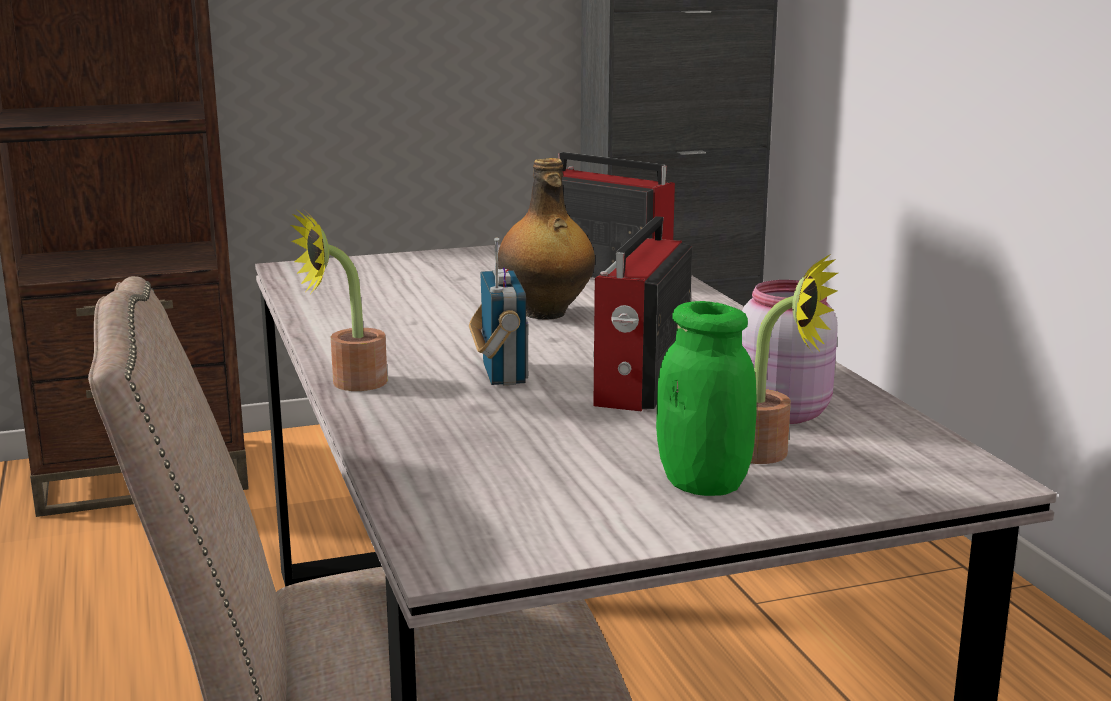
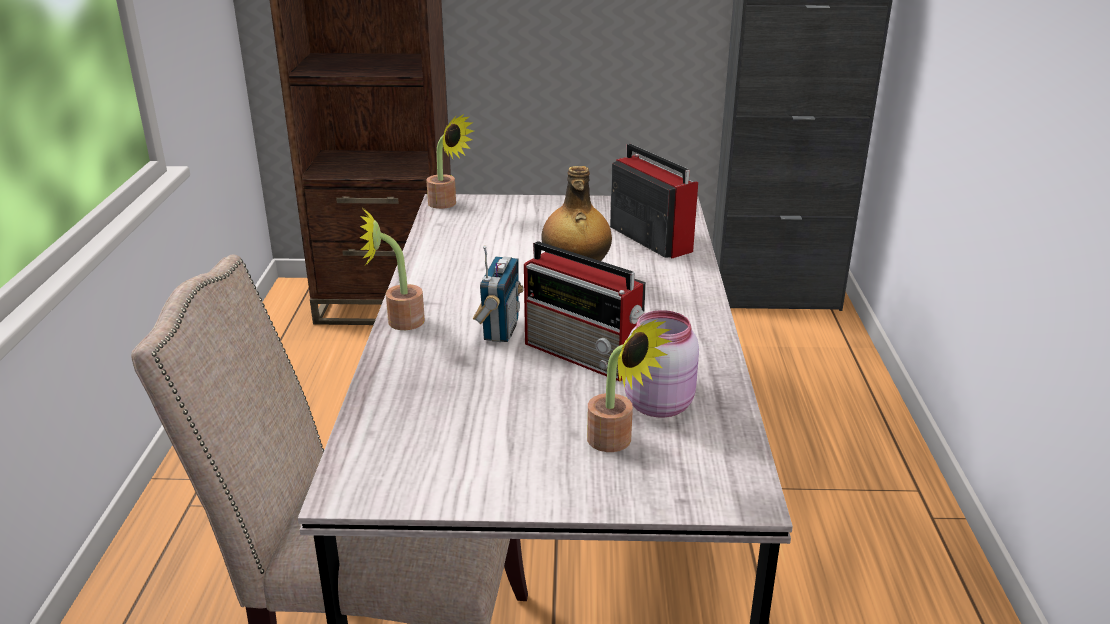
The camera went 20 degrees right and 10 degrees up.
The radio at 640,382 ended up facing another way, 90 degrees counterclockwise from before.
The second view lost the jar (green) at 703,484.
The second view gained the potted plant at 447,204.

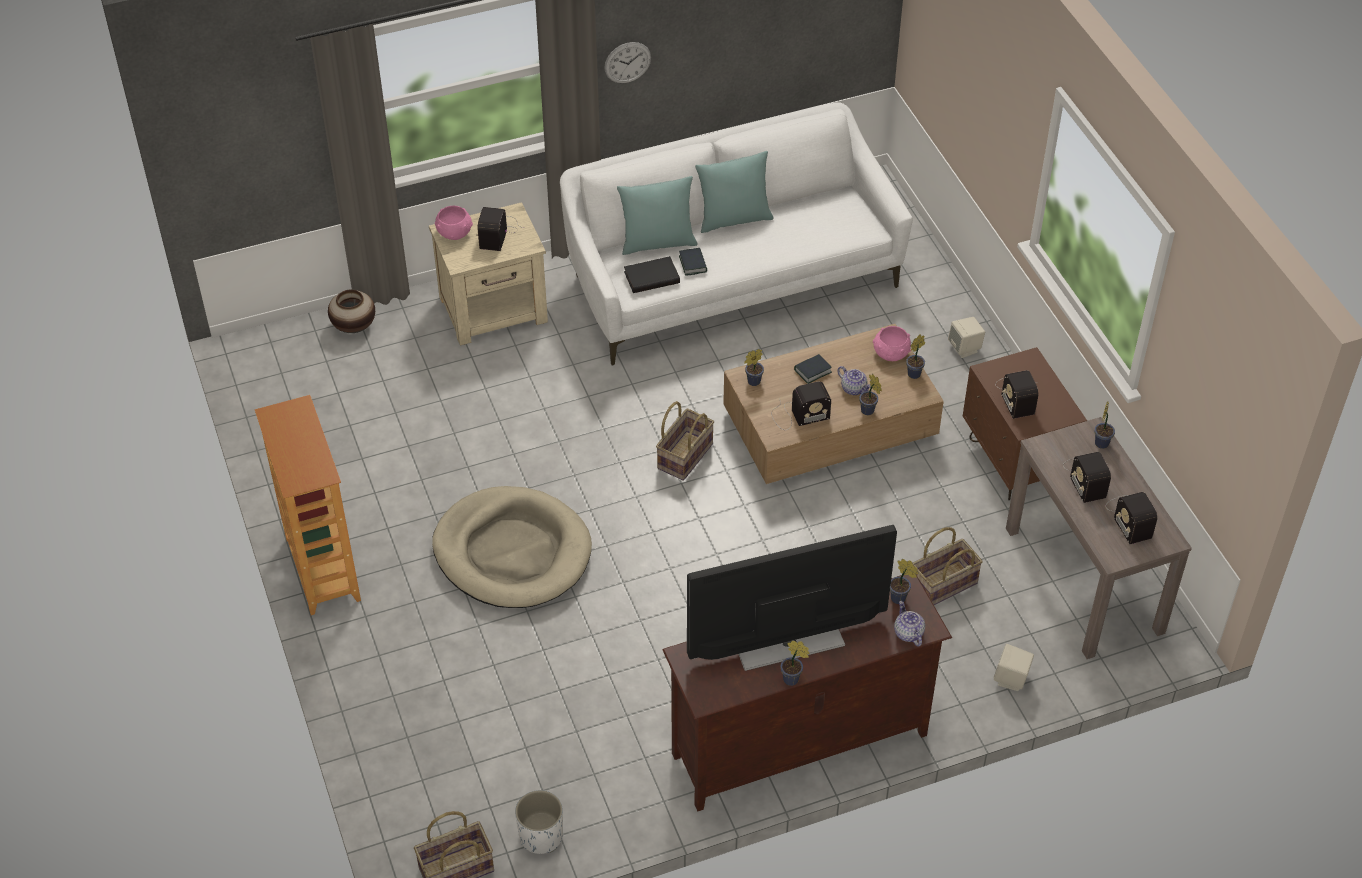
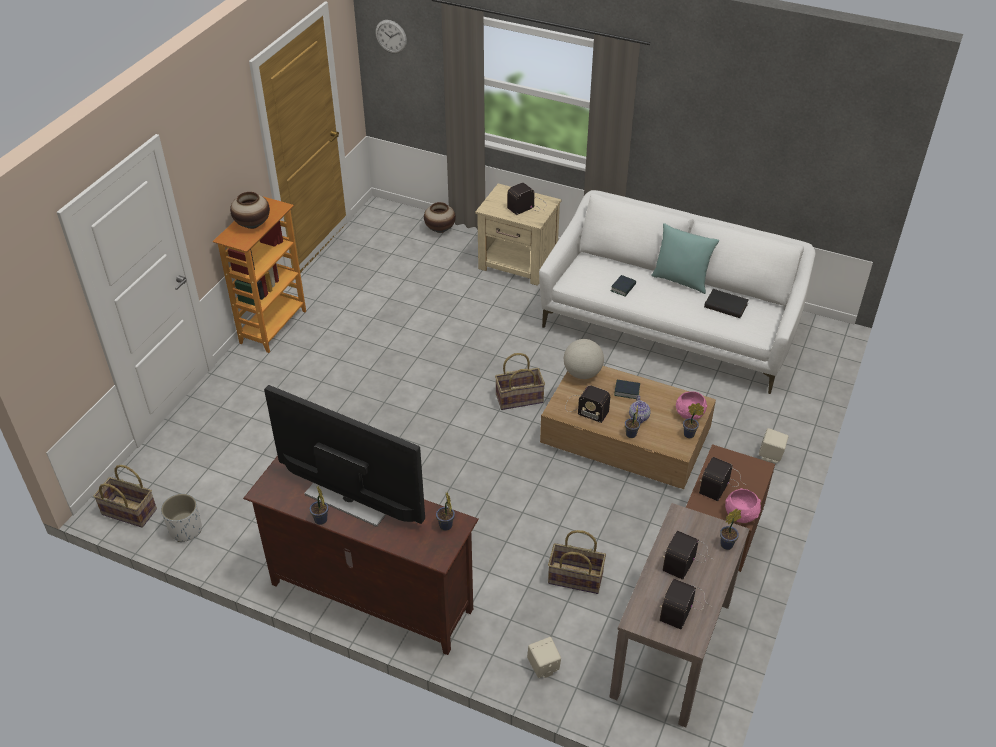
The camera went 45 degrees right and 5 degrees down.
The wall clock ended up elsewhere, having gone from 627,62 to 391,36.
The second view lost the pillow (turquoise) at 657,243.
The bowl (pink) ended up elsewhere, having gone from 454,232 to 741,514.
The book (black) ended up elsewhere, having gone from 651,276 to 726,305.
Where the potted plant stood at 752,382, the globe came to stand at 582,373.
The second view lost the dog bed (beige) at 512,552.
The second view lost the teapot at 908,633.
The second view gained the vase at 253,224.

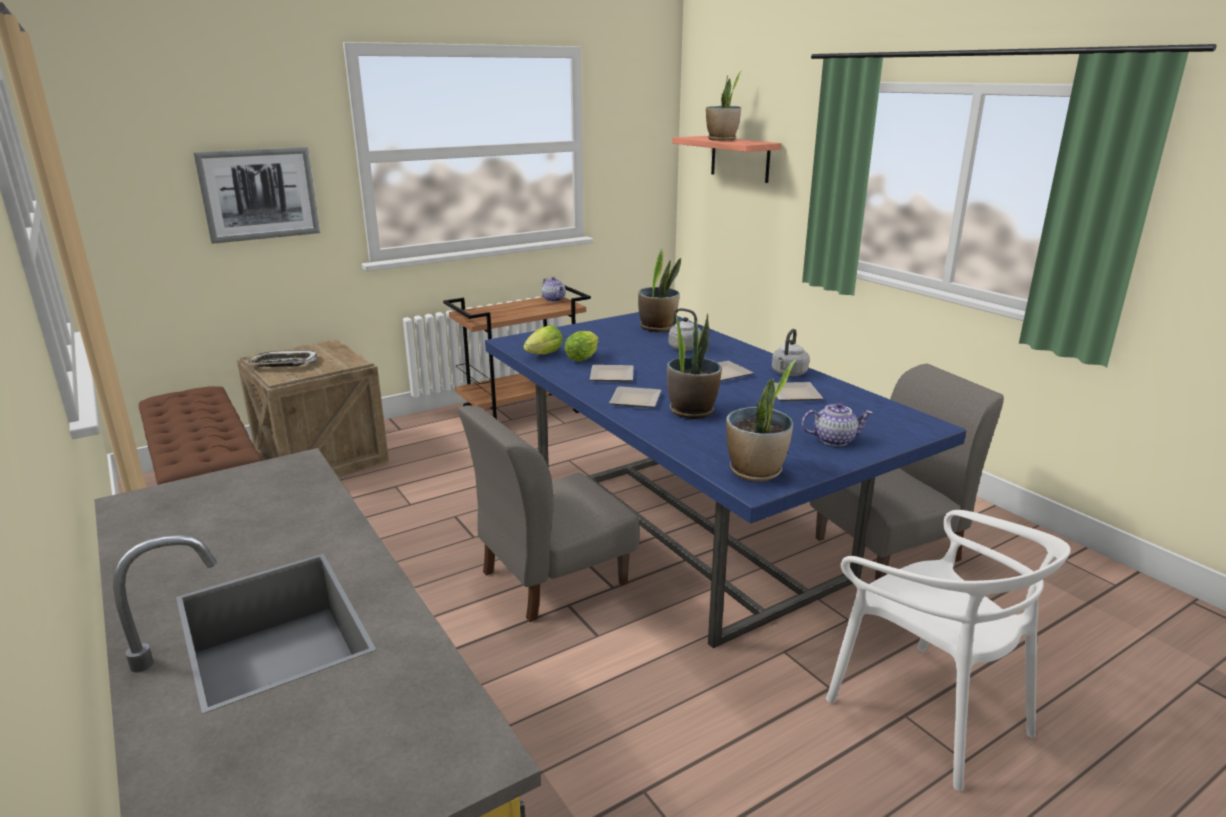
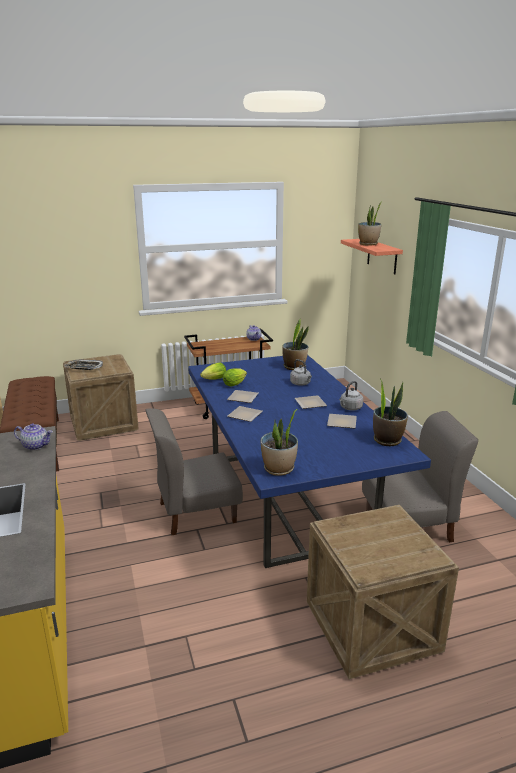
The camera went 15 degrees right and 0 degrees up.
The second view lost the picture at 259,194.
The potted plant ended up elsewhere, having gone from 691,411 to 387,440.
The teapot ended up elsewhere, having gone from 834,440 to 36,446.
Where the chair (white) stood at 929,712, the crate came to stand at 371,628.

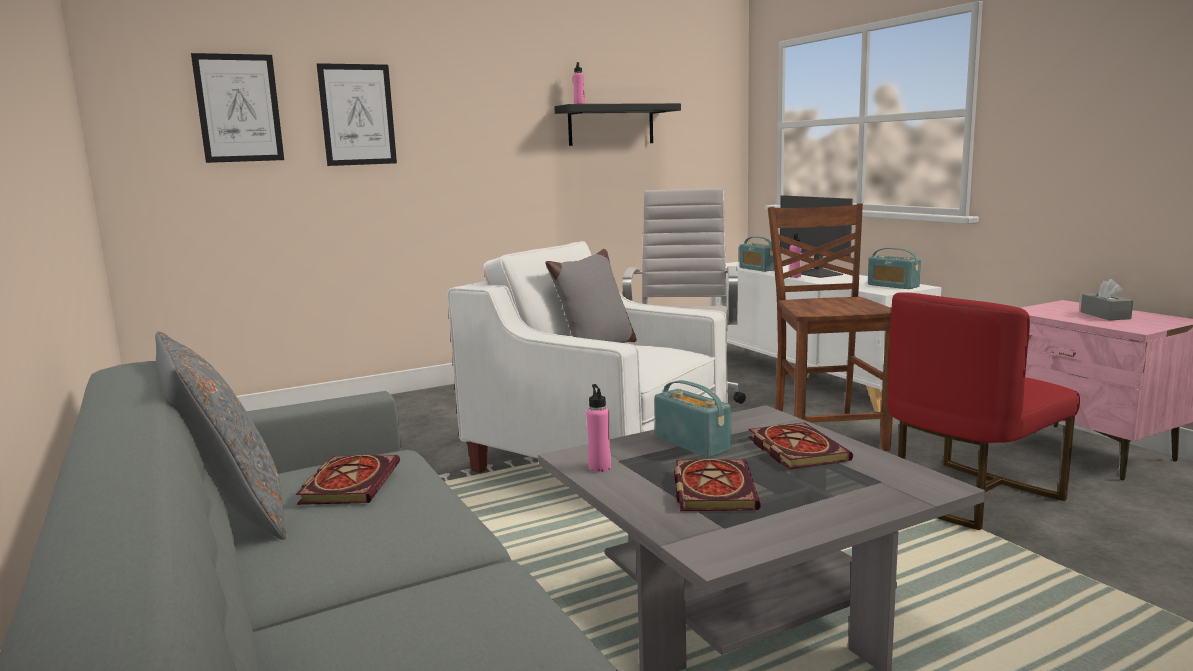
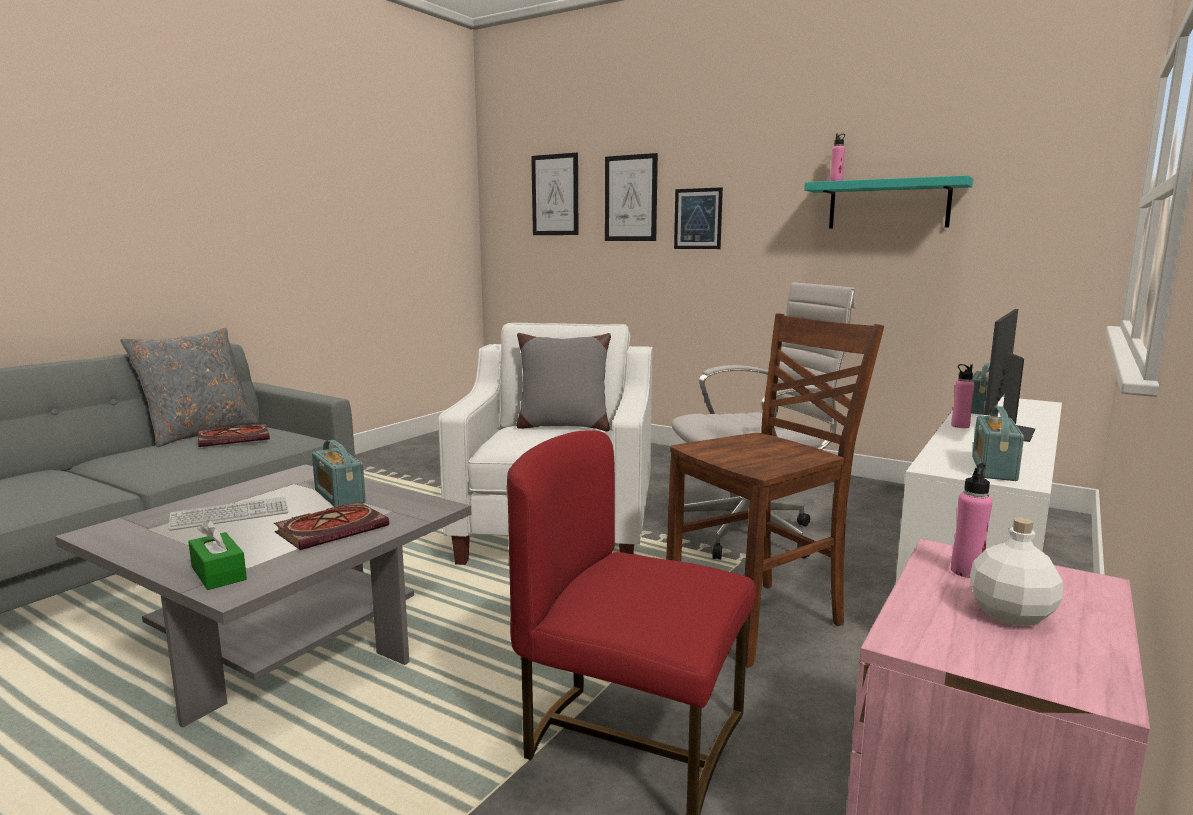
The camera went 60 degrees right and 0 degrees up.
What was the shelf (black) at 611,125 turned into the shelf (turquoise) at 888,204.
Where the tissue box (grey) stood at 1105,315, the bottle (white) came to stand at 1010,614.
The radio at 692,444 ended up facing another way, 120 degrees clockwise from before.
The bottle (pink) ended up elsewhere, having gone from 599,467 to 967,571.
Where the book stood at 712,488, the keyboard came to stand at 230,515.
The second view gained the picture at 698,218.
The second view gained the tissue box (green) at 218,573.

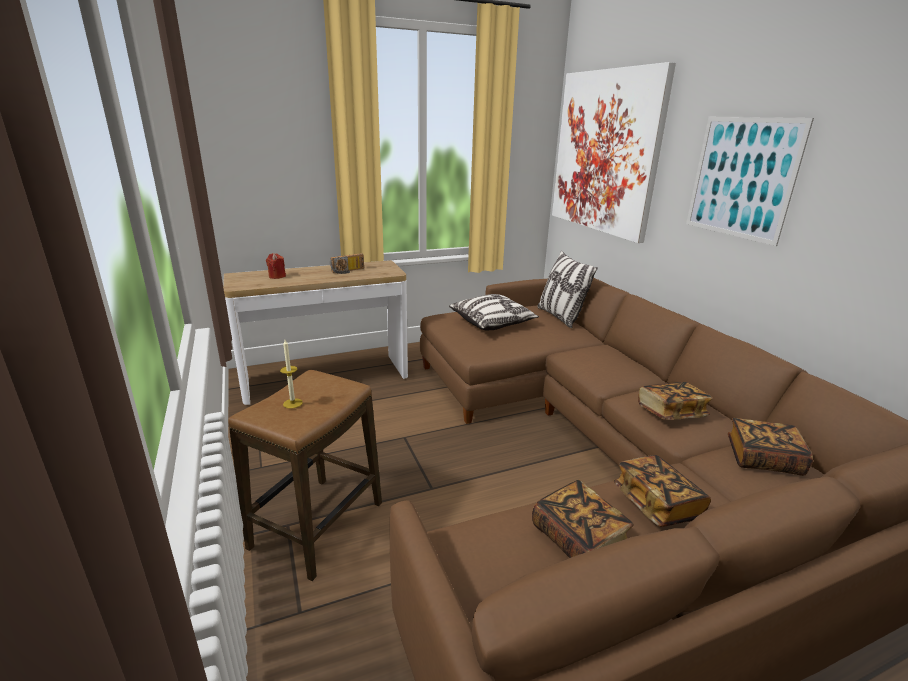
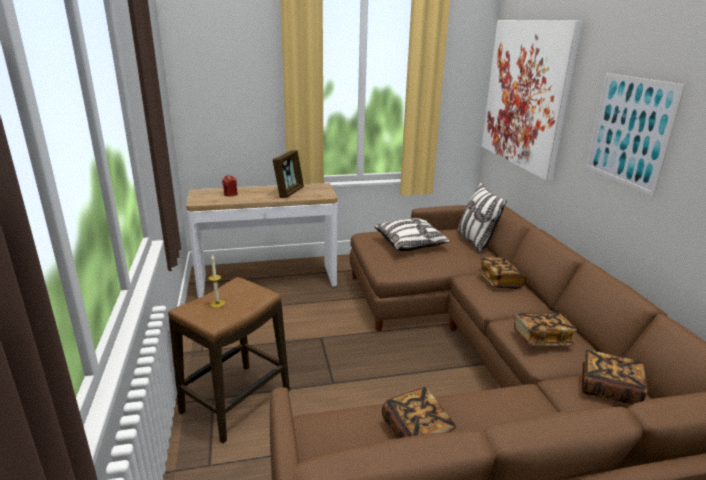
The camera went 10 degrees right and 0 degrees up.
Where the radio stood at 348,271, the picture frame came to stand at 289,192.
The book ended up elsewhere, having gone from 656,504 to 499,281.

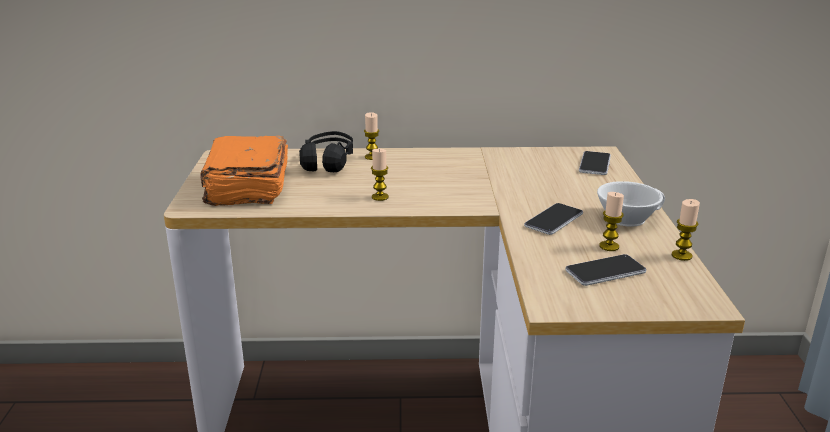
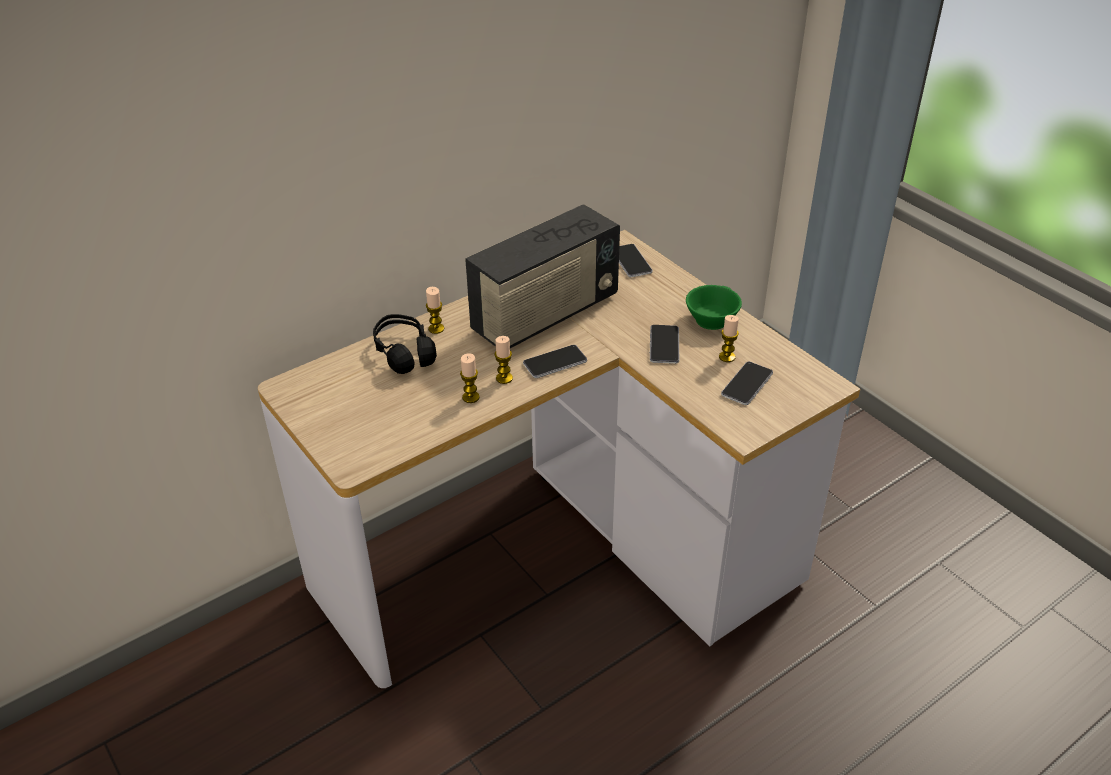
The camera went 35 degrees left and 15 degrees up.
The second view lost the book (orange) at 247,187.
What was the cup (white) at 626,217 turned into the cup (green) at 710,318.
The candle ended up elsewhere, having gone from 681,255 to 470,397.
The second view gained the radio at 545,315.
The second view gained the phone at 555,362.

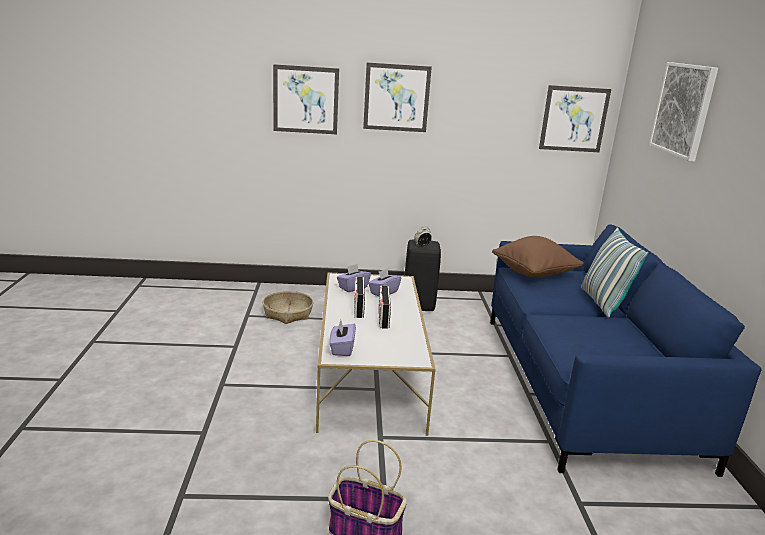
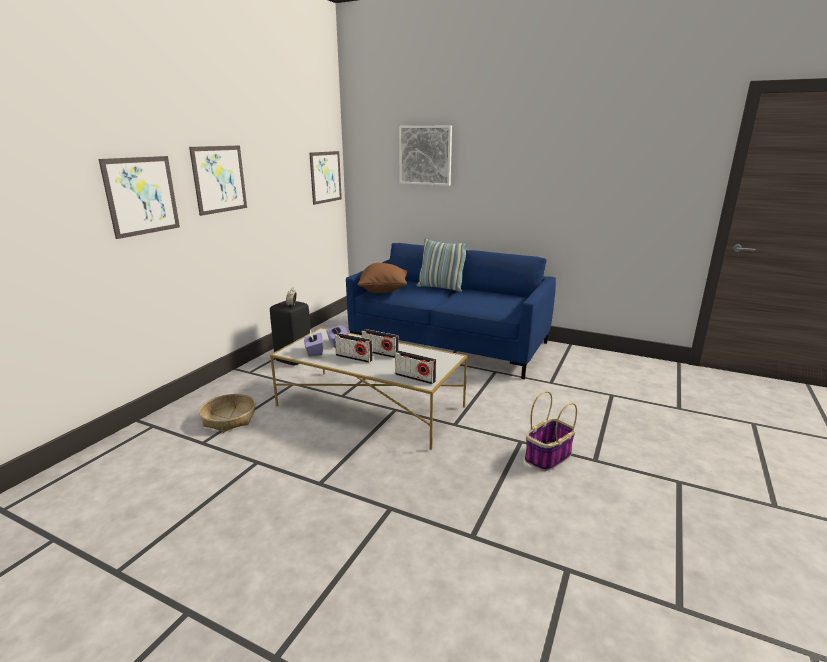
The camera went 60 degrees left and 0 degrees up.
Where the tissue box (purple) stood at 342,349, the radio came to stand at 415,378.

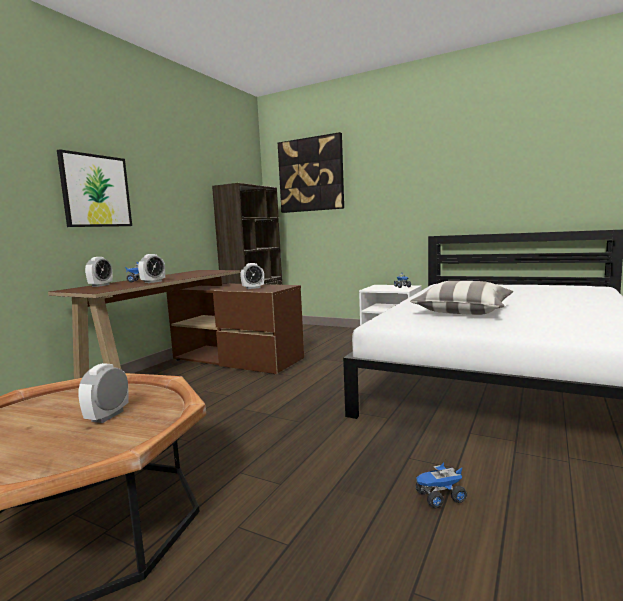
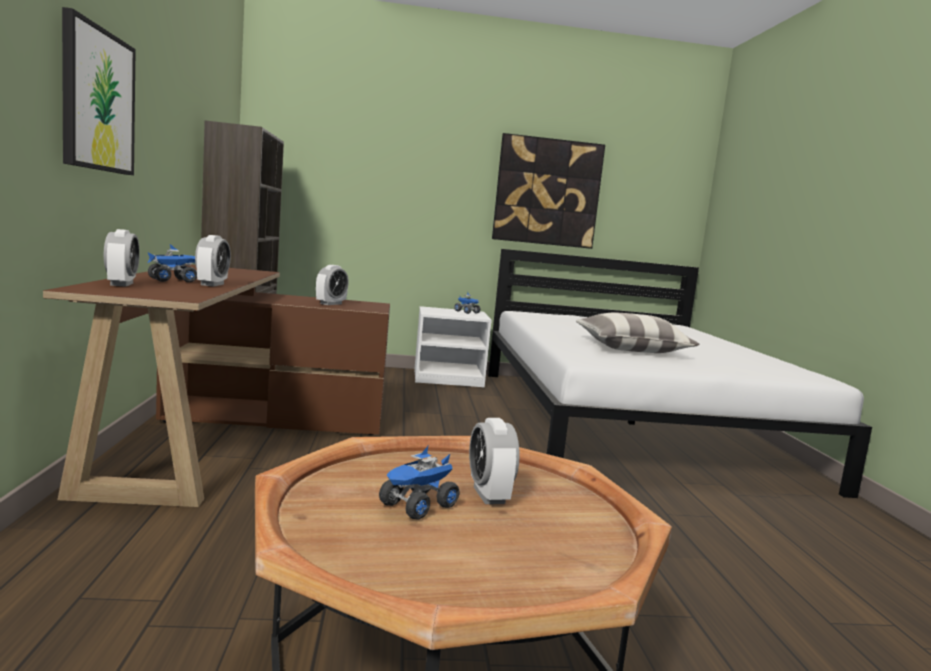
The camera went 35 degrees left and 0 degrees up.
The picture ended up elsewhere, having gone from 311,175 to 547,192.
The toy truck ended up elsewhere, having gone from 440,498 to 418,506.

